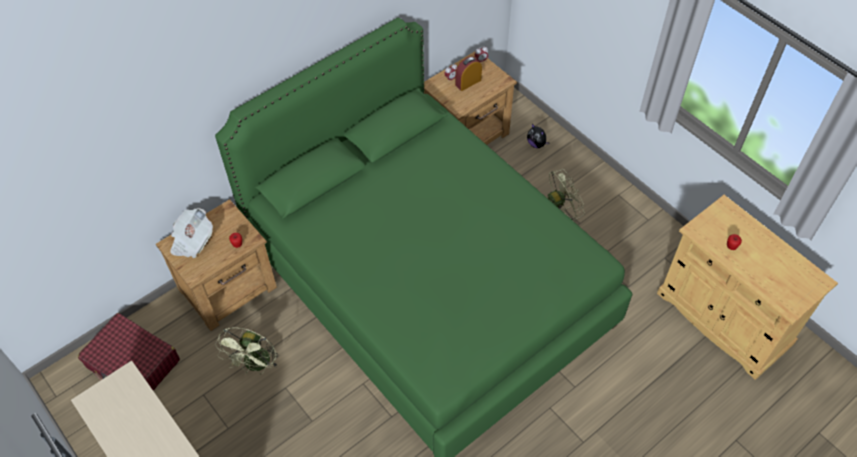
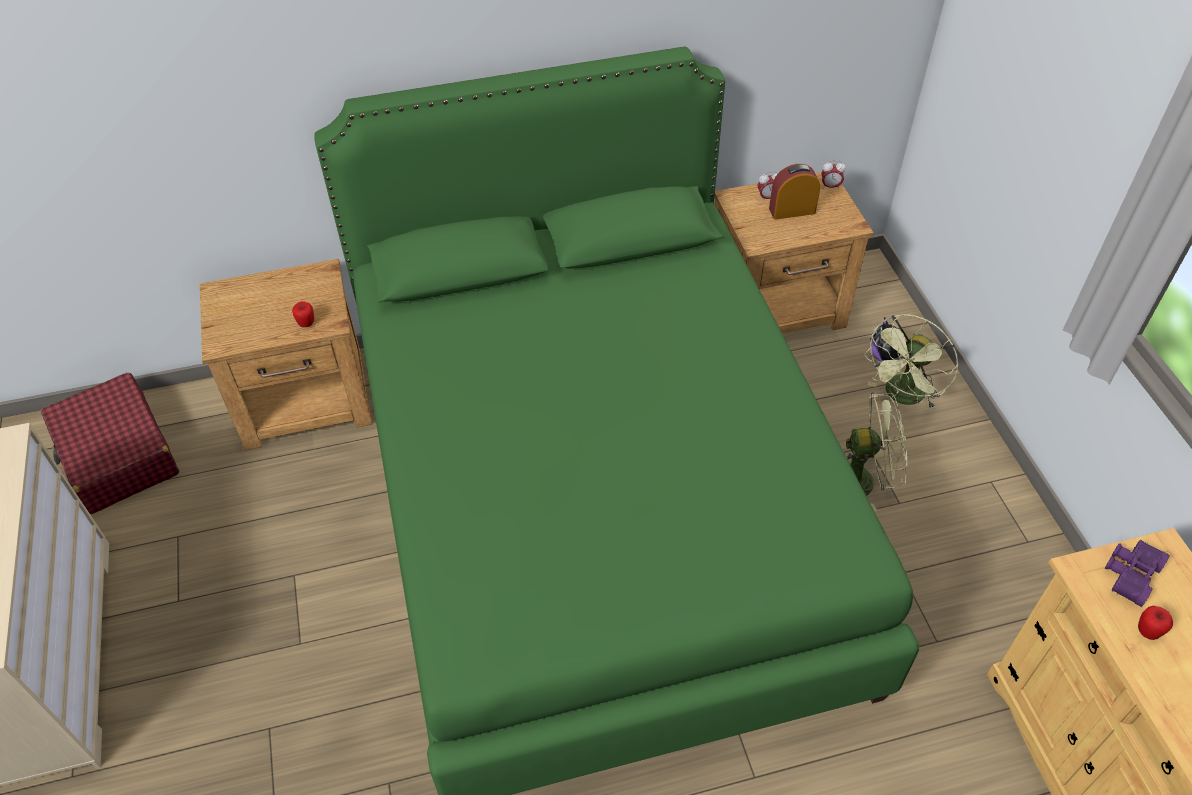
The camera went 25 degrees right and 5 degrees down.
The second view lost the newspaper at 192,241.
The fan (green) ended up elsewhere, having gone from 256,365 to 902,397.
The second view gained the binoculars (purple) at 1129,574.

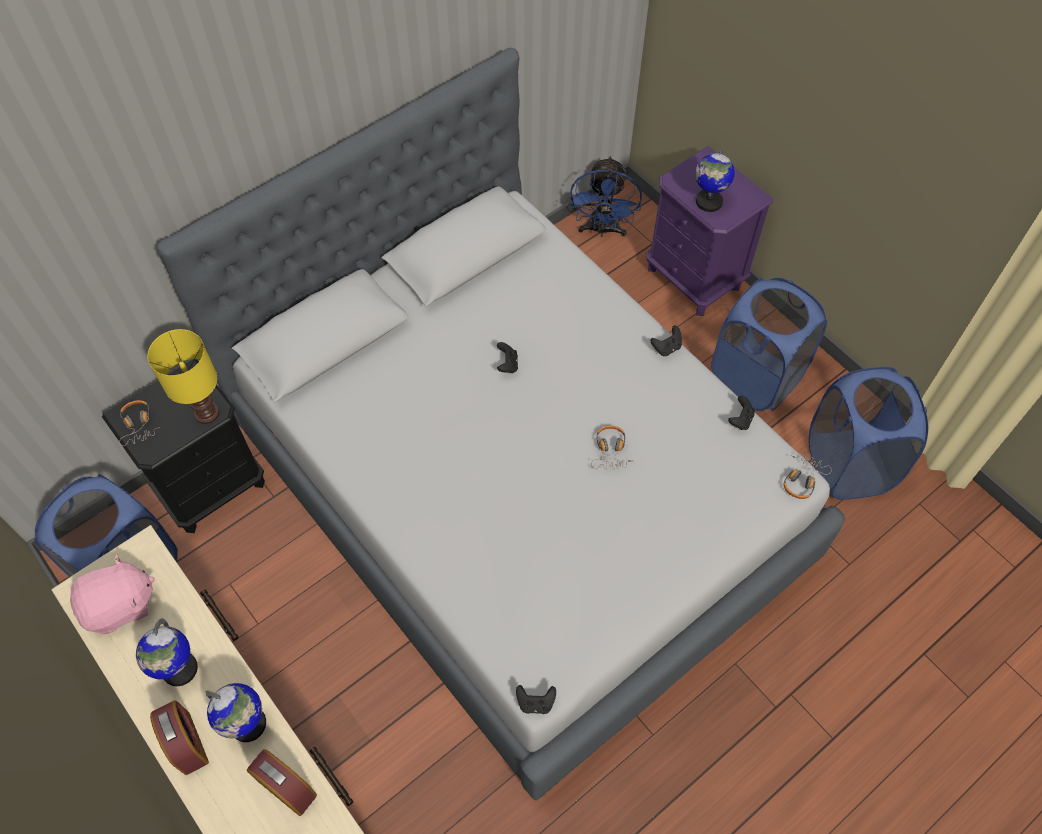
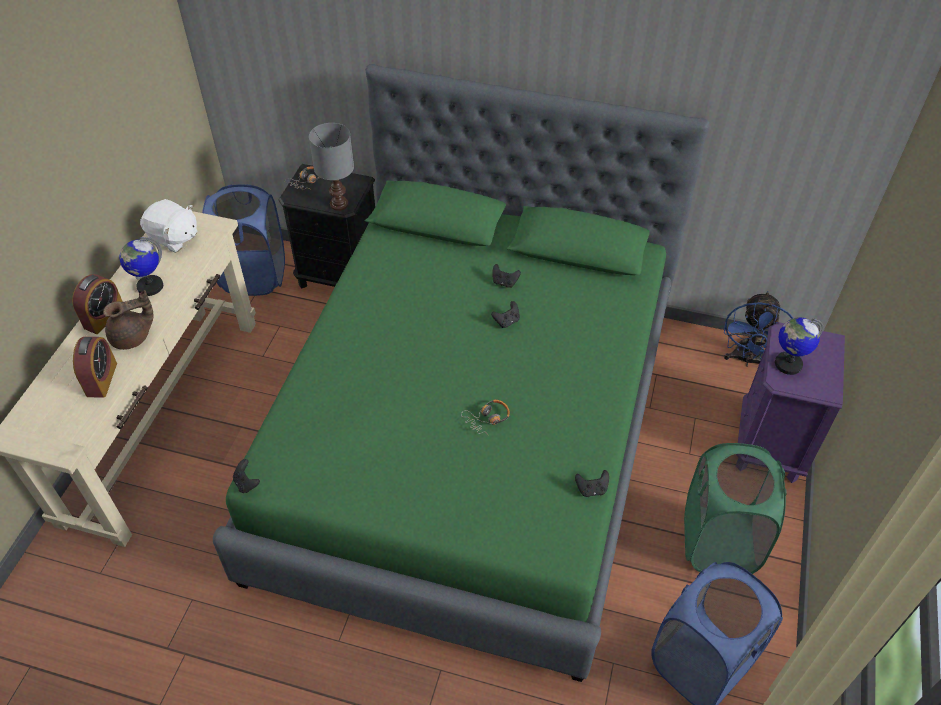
The camera went 55 degrees right and 10 degrees down.
What was the bed (grey) at 520,493 turned into the bed (green) at 471,440.
The fan (blue) at 602,230 ended up facing another way, 45 degrees counterclockwise from before.
What was the laundry basket (blue) at 756,378 turned into the laundry basket (green) at 718,542.
The game controller (black) ended up elsewhere, having gone from 666,348 to 504,282.
What was the table lamp (yellow) at 207,412 turned into the table lamp (grey) at 340,204.
The second view lost the headphones at 802,479.
What was the plush toy (pink) at 120,606 turned into the plush toy (white) at 174,238.
Where the globe stood at 248,724, the teapot (brown) came to stand at 133,337.

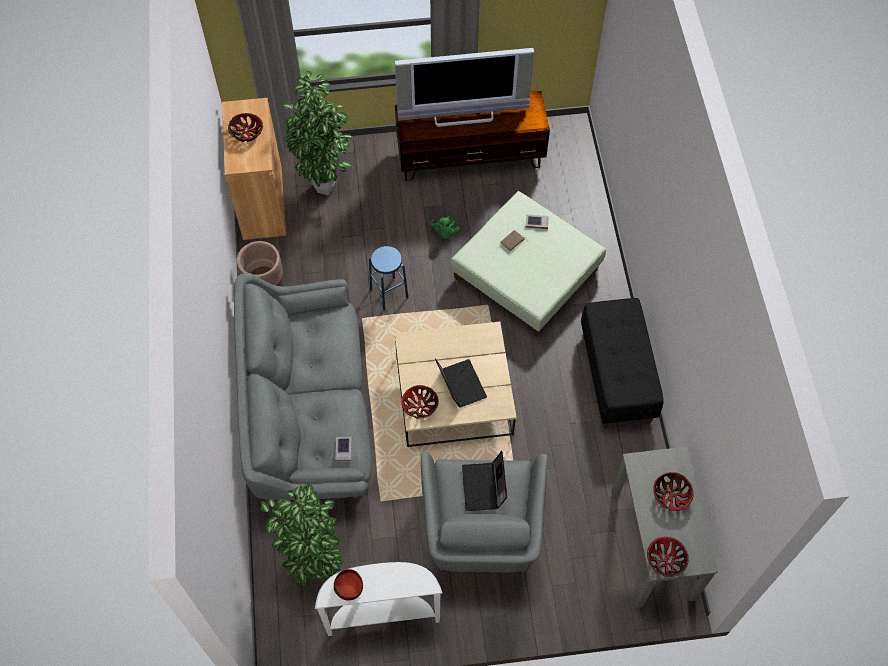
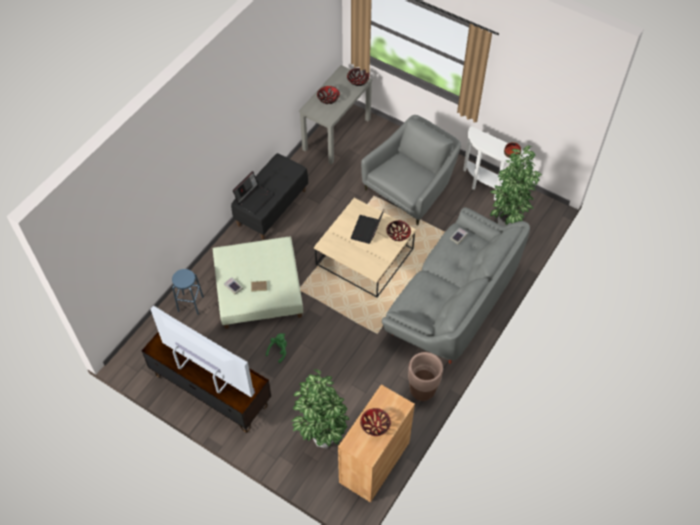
The camera went 140 degrees left and 5 degrees down.
The stool (blue) ended up elsewhere, having gone from 389,293 to 190,304.
The laptop ended up elsewhere, having gone from 484,487 to 254,198.

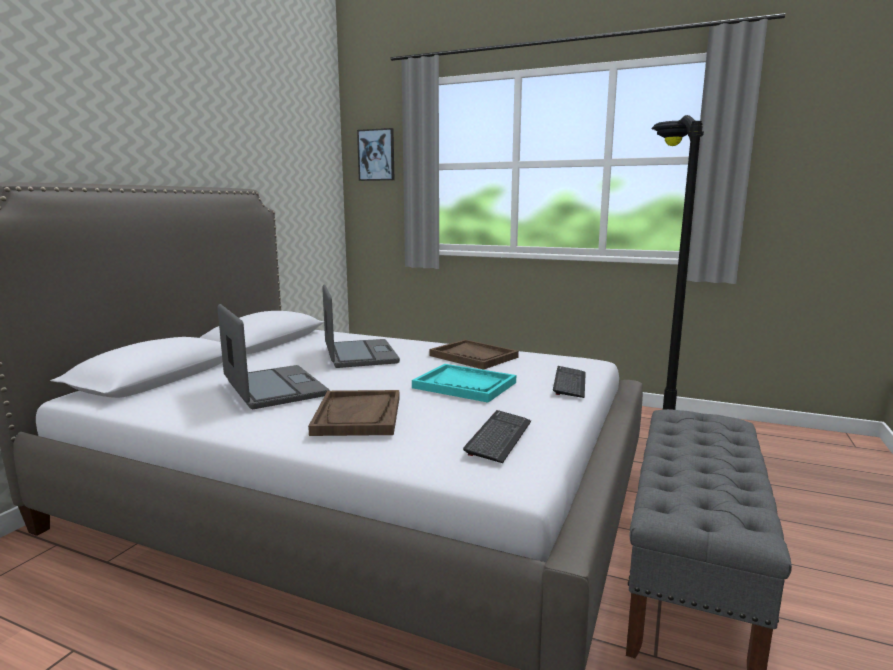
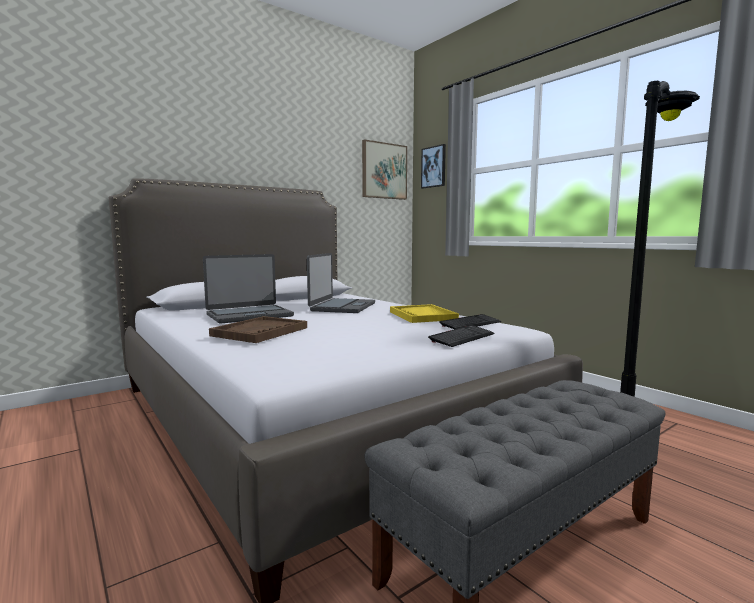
The camera went 30 degrees right and 5 degrees down.
The laptop at 273,389 ended up facing another way, 60 degrees clockwise from before.
What was the tray (brown) at 474,356 turned into the tray (yellow) at 422,315.
The second view lost the tray (turquoise) at 465,385.
The keyboard ended up elsewhere, having gone from 499,437 to 470,324.
The second view gained the picture at 384,171.

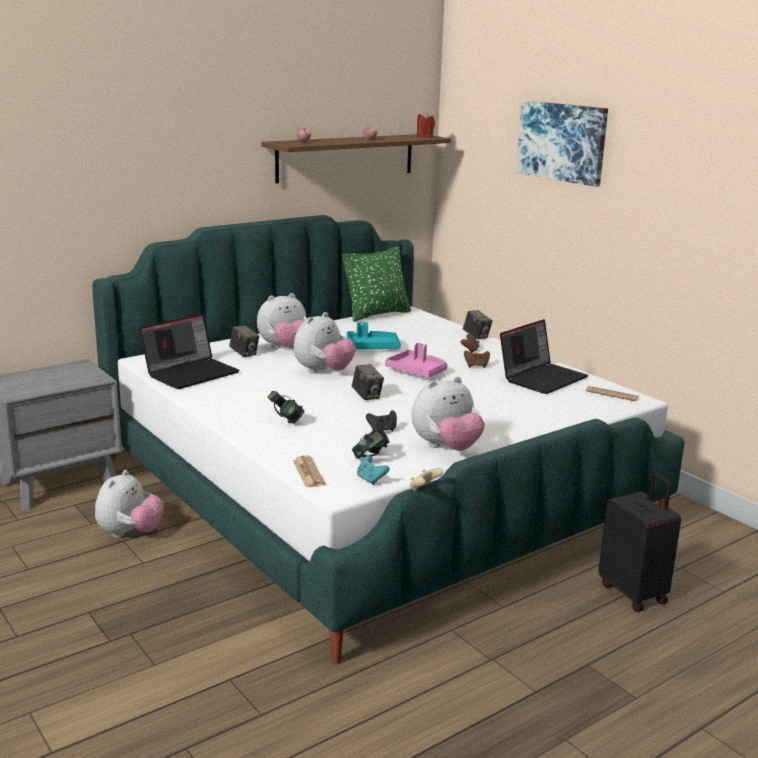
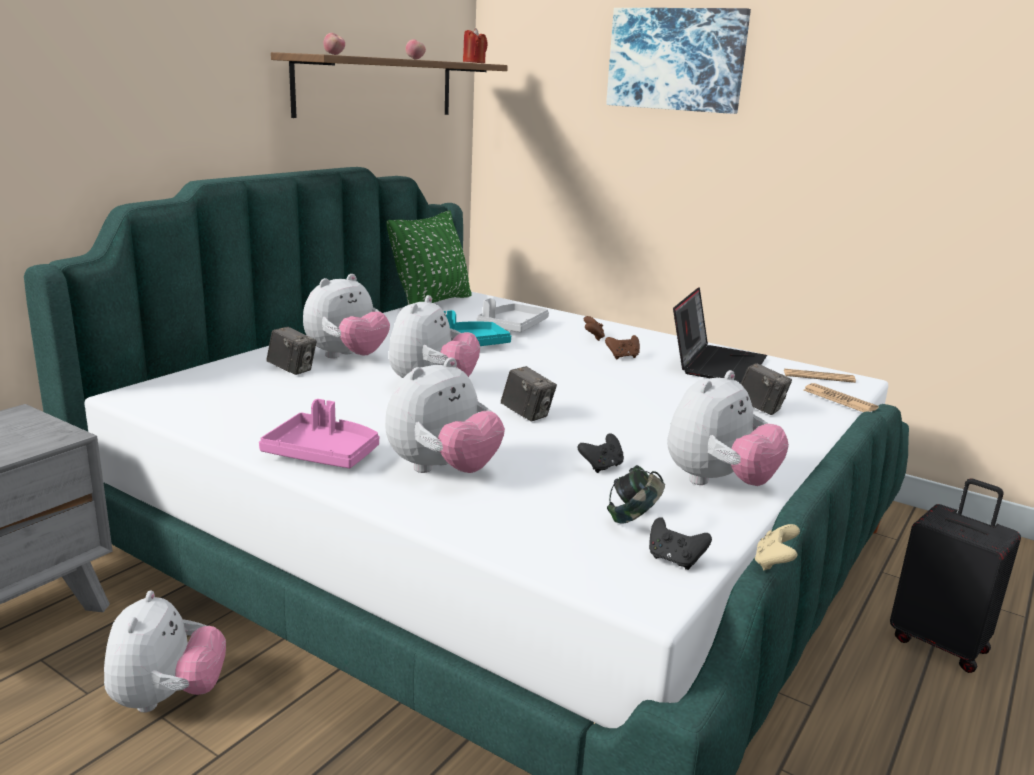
The camera went 20 degrees left and 0 degrees up.
The photo camera ended up elsewhere, having gone from 476,336 to 760,409.
The second view lost the laptop at 192,373.
The tray (pink) ended up elsewhere, having gone from 417,371 to 323,454.
Where the headphones stood at 285,420, the plush toy came to stand at 443,470.
The newspaper ended up elsewhere, having gone from 308,472 to 839,399.
What was the game controller (turquoise) at 371,480 turned into the game controller (black) at 674,560.
The second view gained the tray (grey) at 512,327.

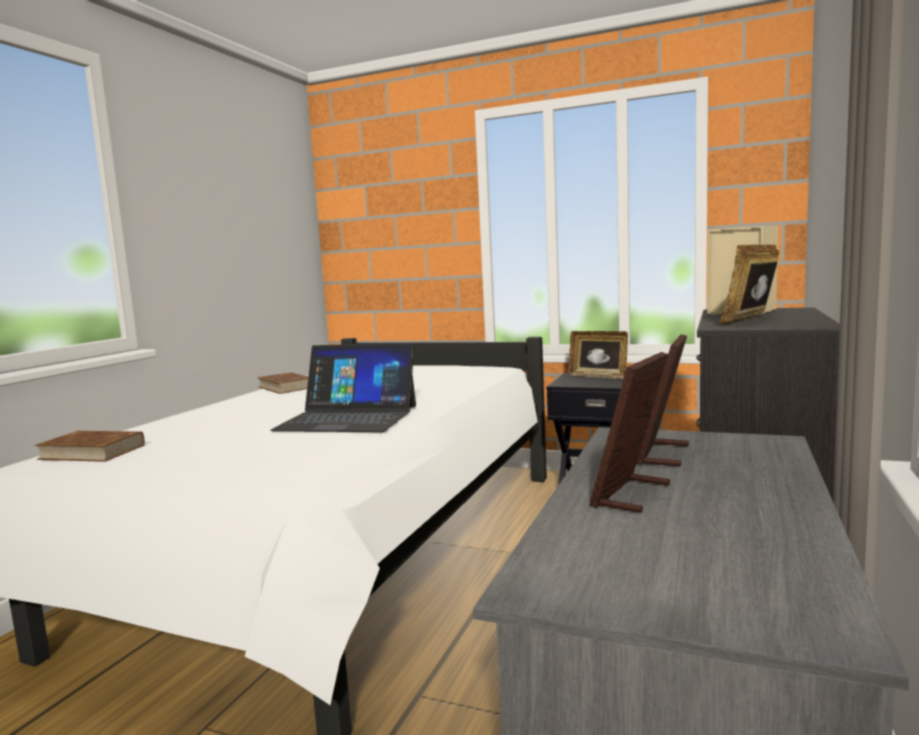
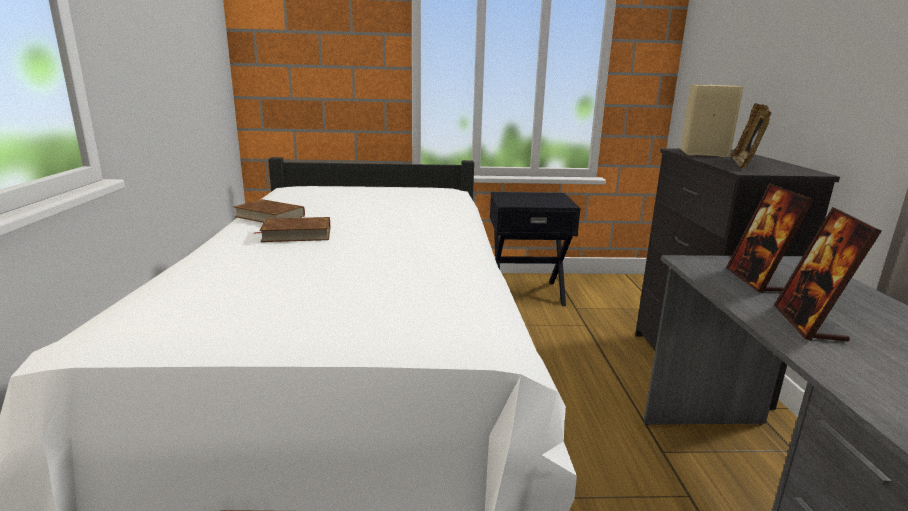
The camera went 25 degrees left and 10 degrees up.
The second view lost the picture frame at 598,376.
The second view lost the laptop at 348,418.
The book (brown) ended up elsewhere, having gone from 92,452 to 296,234.

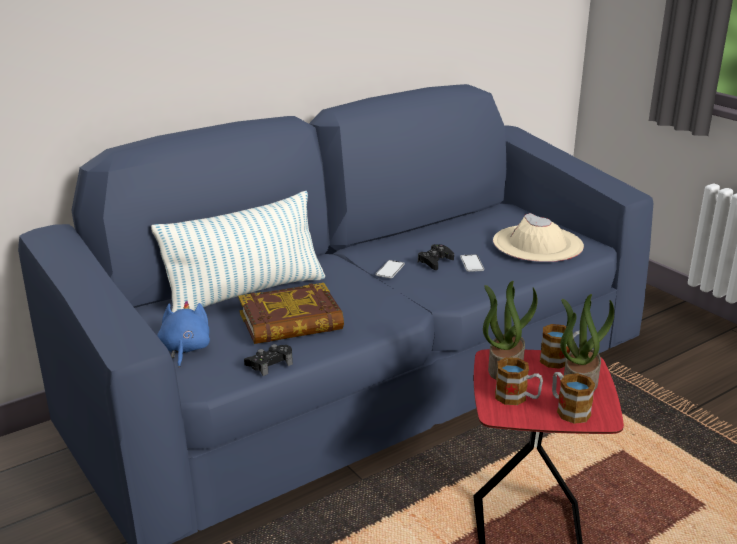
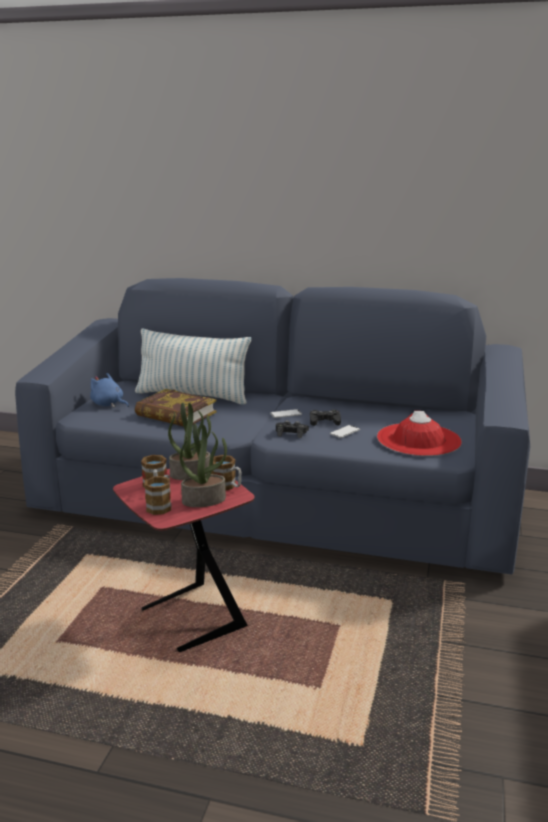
The camera went 50 degrees right and 5 degrees down.
What was the hat (beige) at 537,244 turned into the hat (red) at 418,440.
The plush toy (blue) at 185,349 ended up facing another way, 105 degrees counterclockwise from before.
The game controller (black) ended up elsewhere, having gone from 270,364 to 291,433.

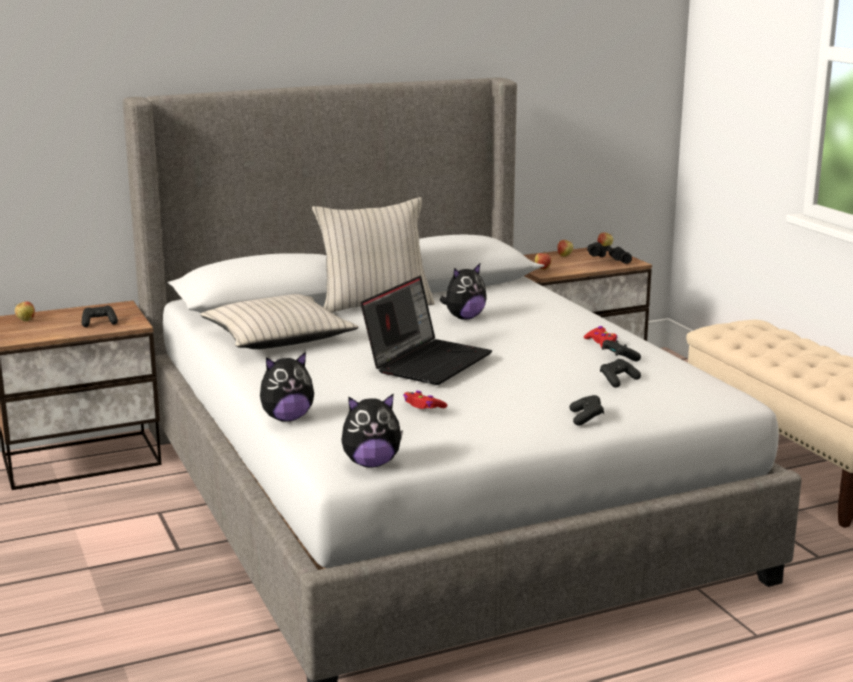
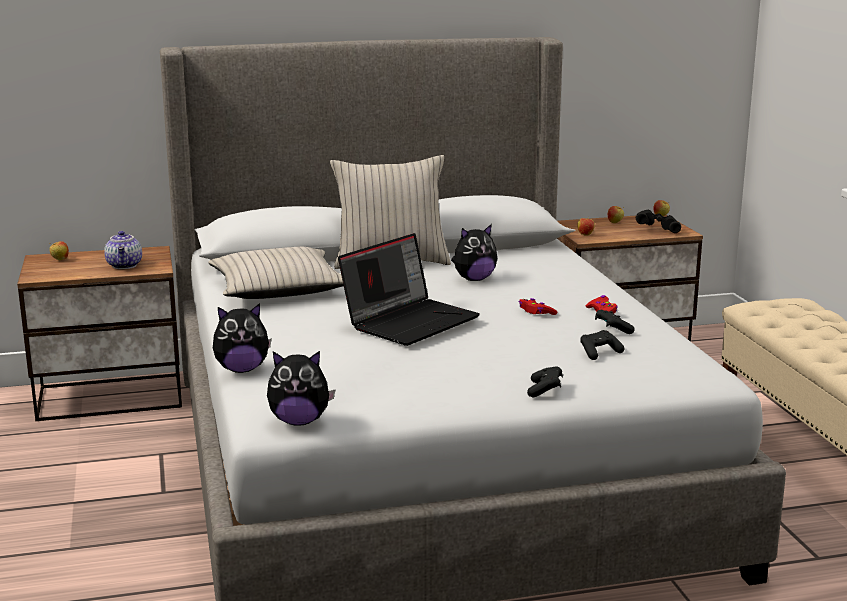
The camera went 10 degrees right and 0 degrees up.
Where the game controller (black) stood at 99,323, the teapot came to stand at 125,265.
The game controller (red) ended up elsewhere, having gone from 423,406 to 536,312.

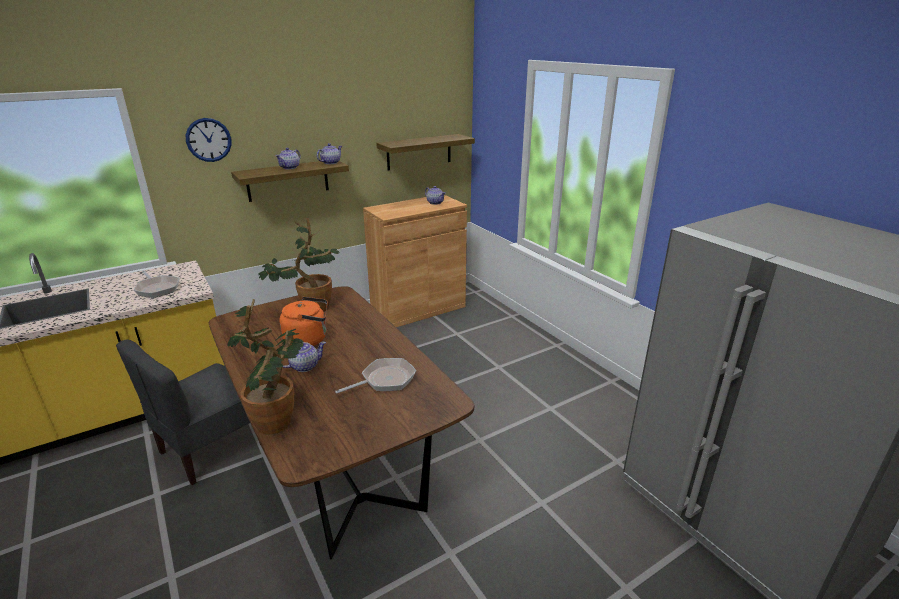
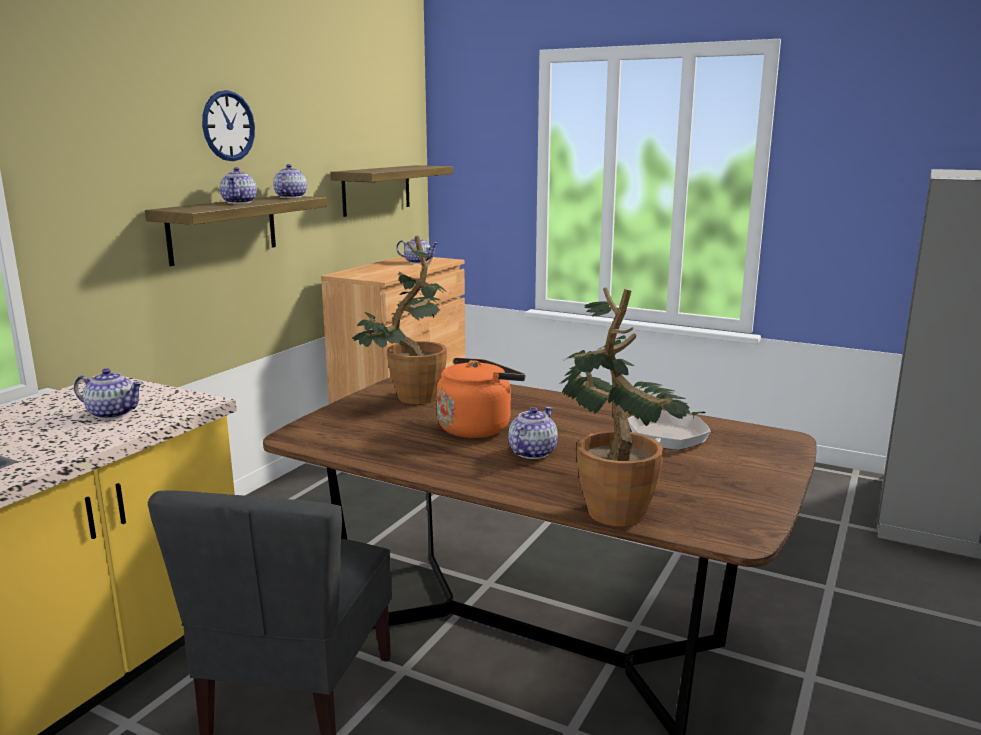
The camera went 30 degrees left and 10 degrees down.
The wall clock ended up elsewhere, having gone from 208,140 to 228,126.
Where the frying pan stood at 157,288, the teapot came to stand at 112,413.

